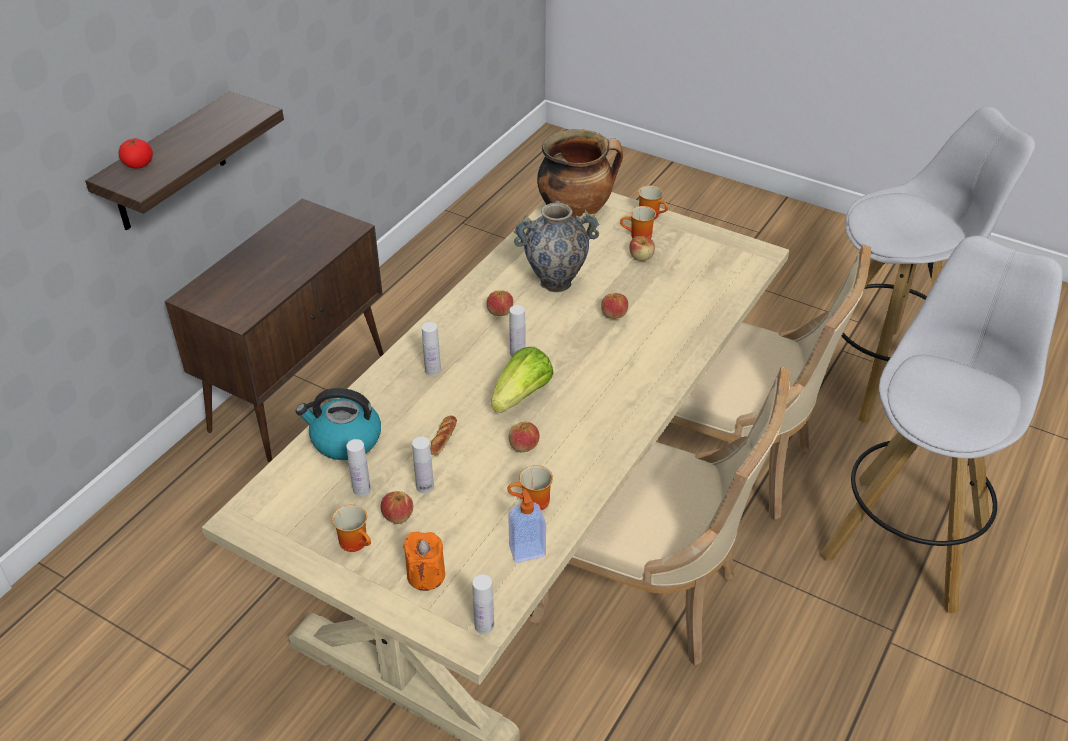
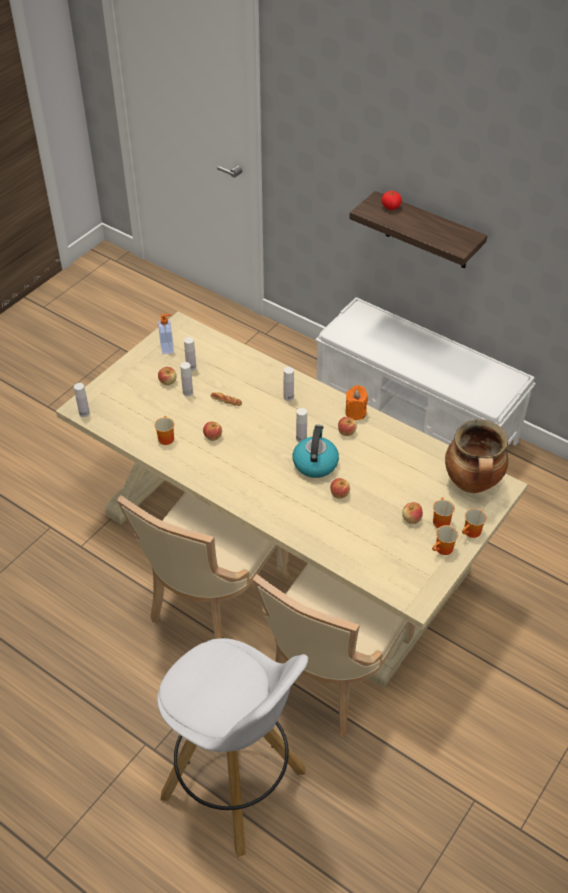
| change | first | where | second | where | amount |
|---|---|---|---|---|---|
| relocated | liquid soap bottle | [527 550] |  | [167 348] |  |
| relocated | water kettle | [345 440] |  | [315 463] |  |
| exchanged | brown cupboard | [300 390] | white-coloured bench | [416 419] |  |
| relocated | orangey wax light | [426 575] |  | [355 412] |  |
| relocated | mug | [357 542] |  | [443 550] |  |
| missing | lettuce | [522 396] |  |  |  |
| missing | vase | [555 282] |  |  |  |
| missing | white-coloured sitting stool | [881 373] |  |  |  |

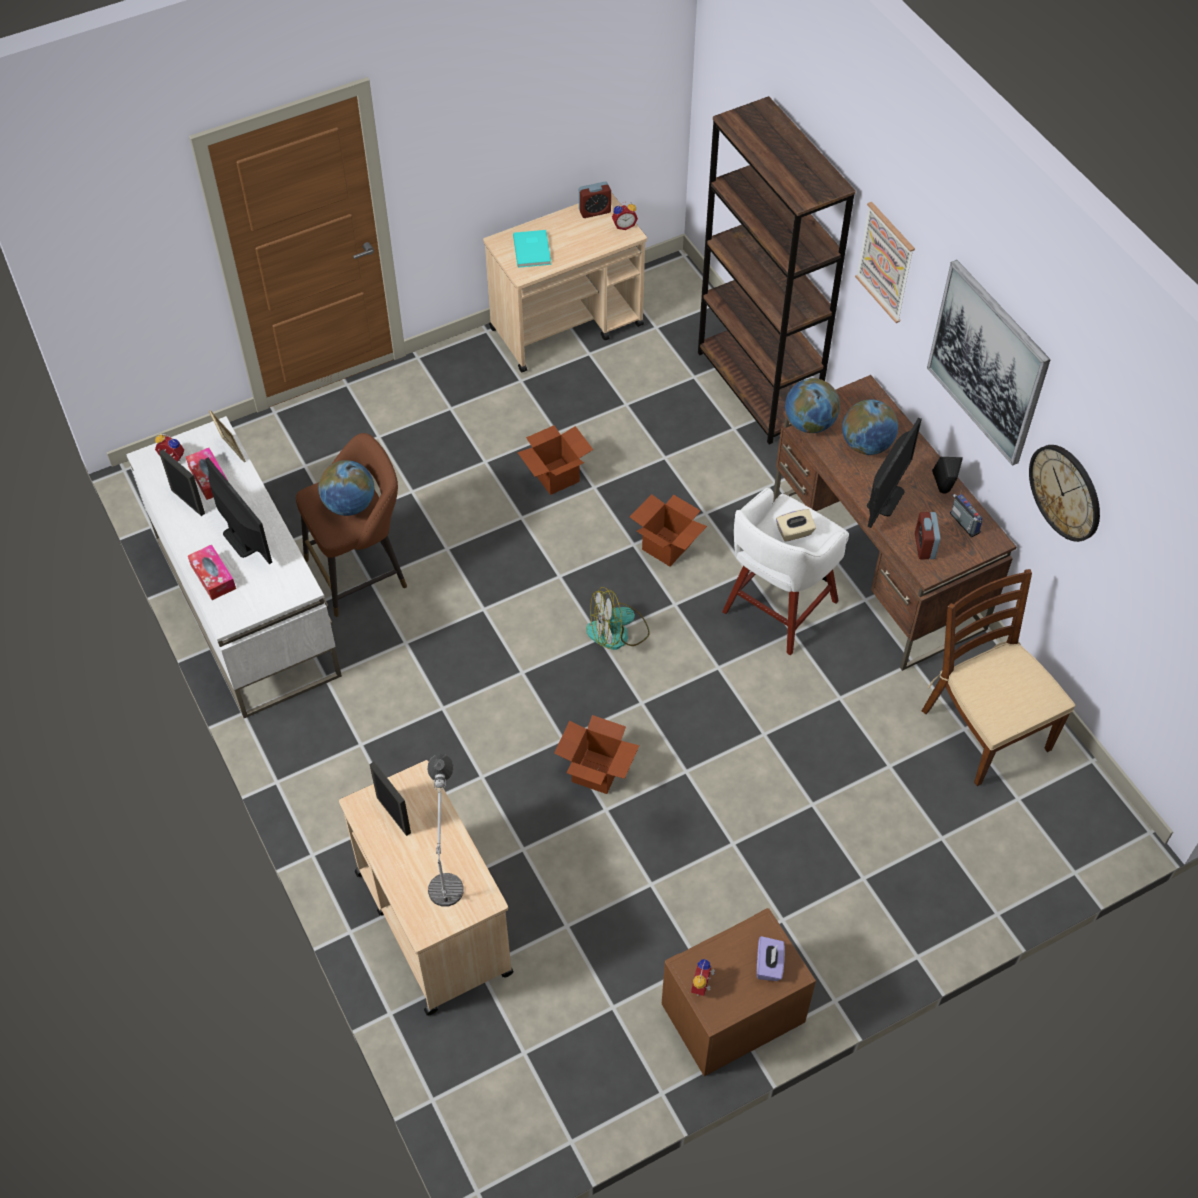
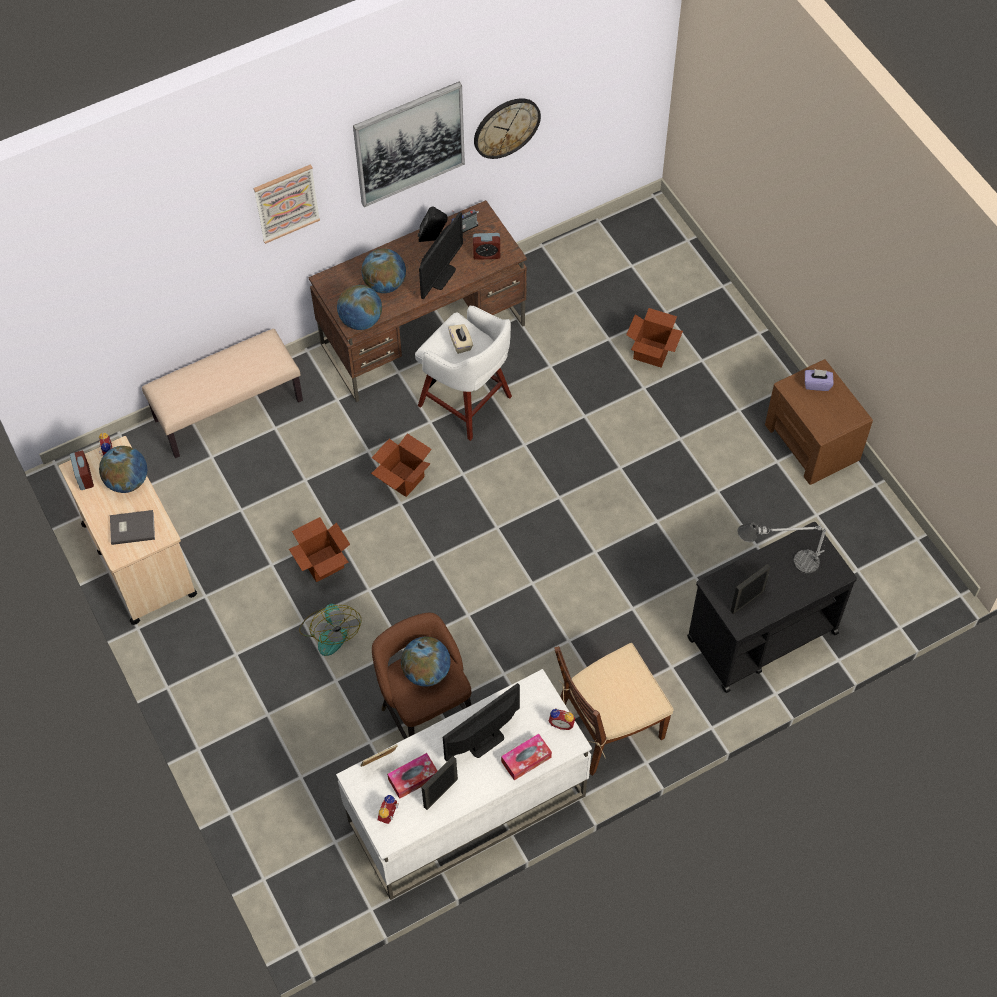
| change | first | where | second | where | amount |
|---|---|---|---|---|---|
| appeared |  |  | globe | [127 481] |  |
| colour | blue-green volume | [533 249] | gray volume | [132 527] |  |
| exchanged | brown shelving unit | [757 388] | sand-coloured bench | [228 409] |  |
| relocated | cooling fan | [617 632] |  | [330 631] |  |
| spun | monitor | [885 498] |  | [440 275] | 90 degrees clockwise |
| relocated | bedside clock | [702 986] |  | [562 723] |  |
| relocated | brown plain chair | [984 729] |  | [608 726] |  |
| relocated | packing box | [596 771] |  | [651 352] |  |
| colour | sand-coloured trolley | [433 921] | black-coloured trolley | [761 635] |  |

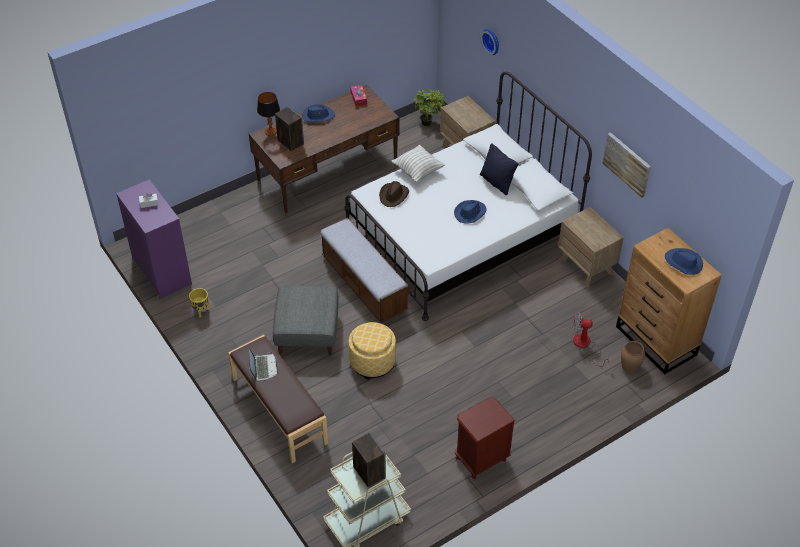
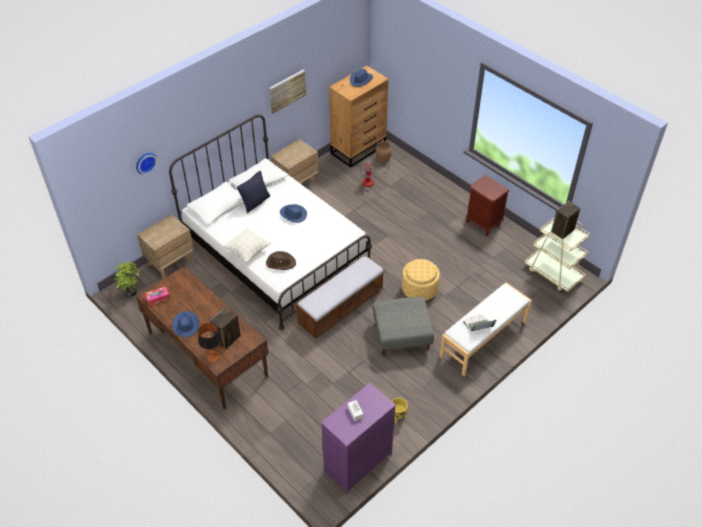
| change | first | where | second | where | amount |
|---|---|---|---|---|---|
| colour | brown bench | [278 411] | white-coloured bench | [484 339] |  |

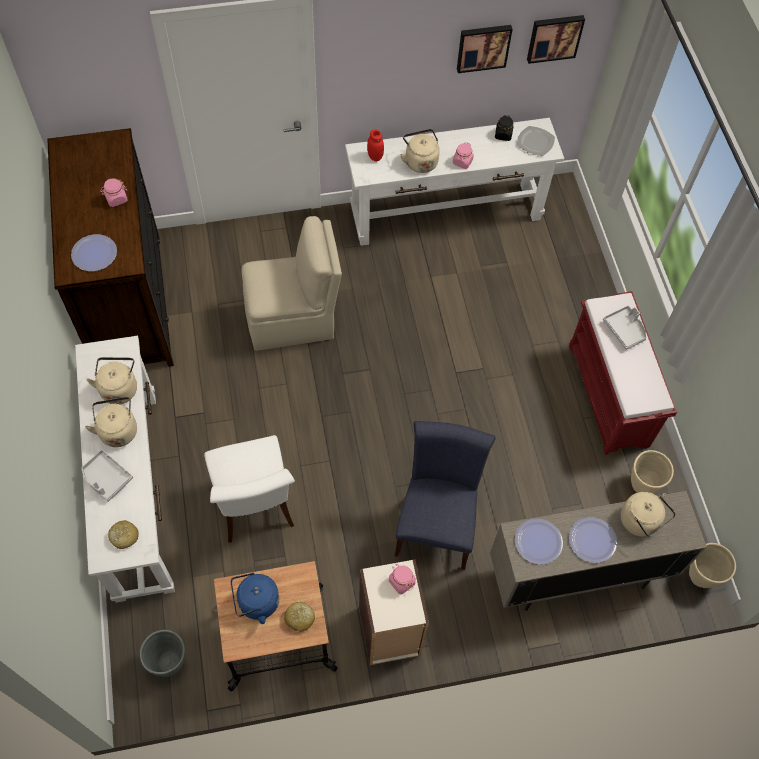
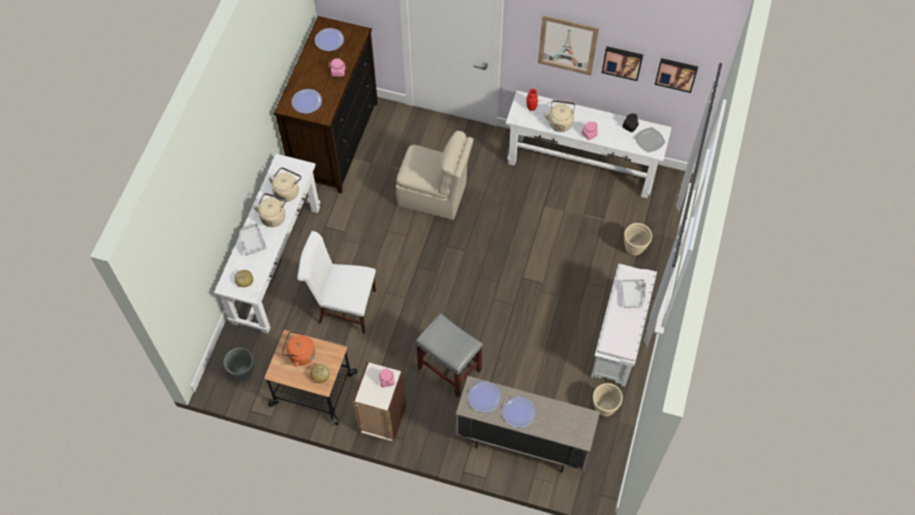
| change | first | where | second | where | amount |
|---|---|---|---|---|---|
| colour | blue water kettle | [256 603] | orangey water kettle | [300 354] |  |
| spun | white-coloured plain chair | [255 508] |  | [343 306] | 90 degrees clockwise |
| appeared |  |  | flat dish | [329 40] |  |
| exchanged | blue plain chair | [436 525] | gray sitting stool | [450 369] |  |
| appeared |  |  | wall picture | [567 45] |  |
| colour | reddish bench | [609 396] | white-coloured bench | [618 340] |  |
| relocated | sand-coloured flower pot | [701 576] |  | [634 249] |  |
| missing | sand-coloured water kettle | [641 522] |  |  |  |

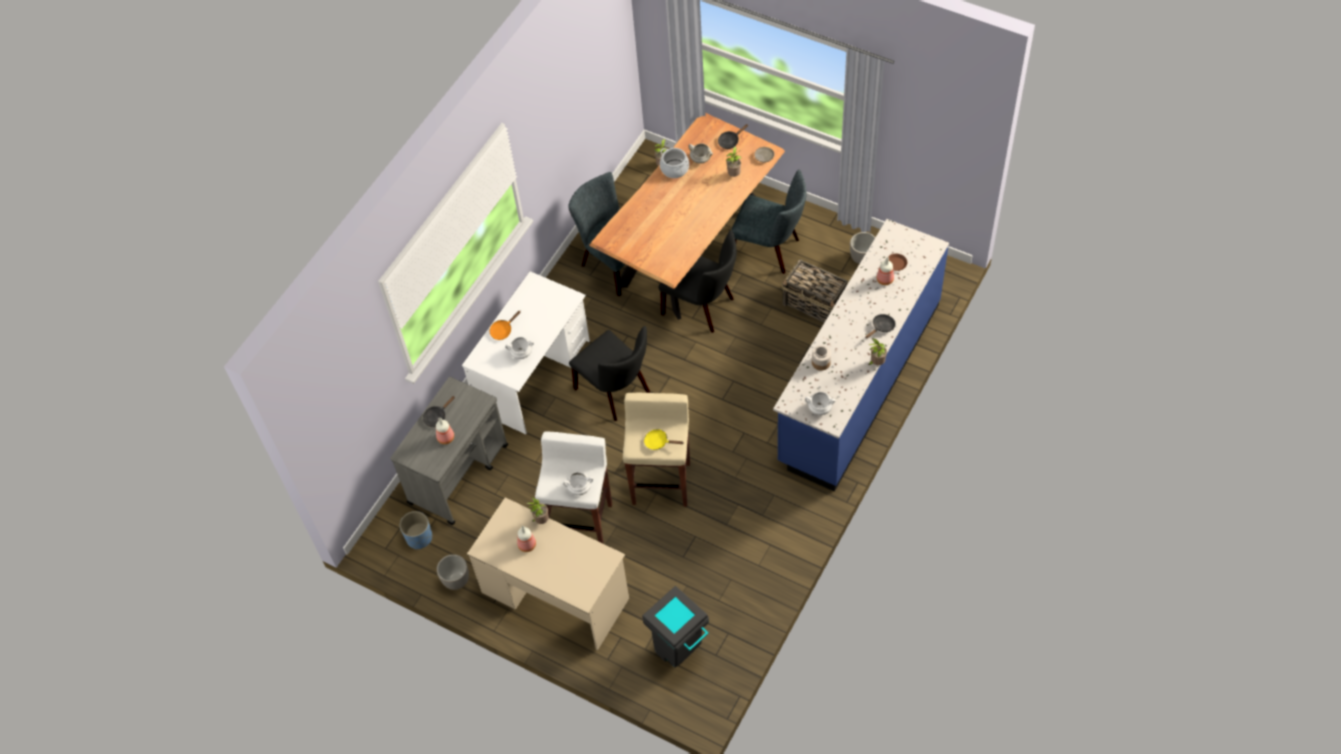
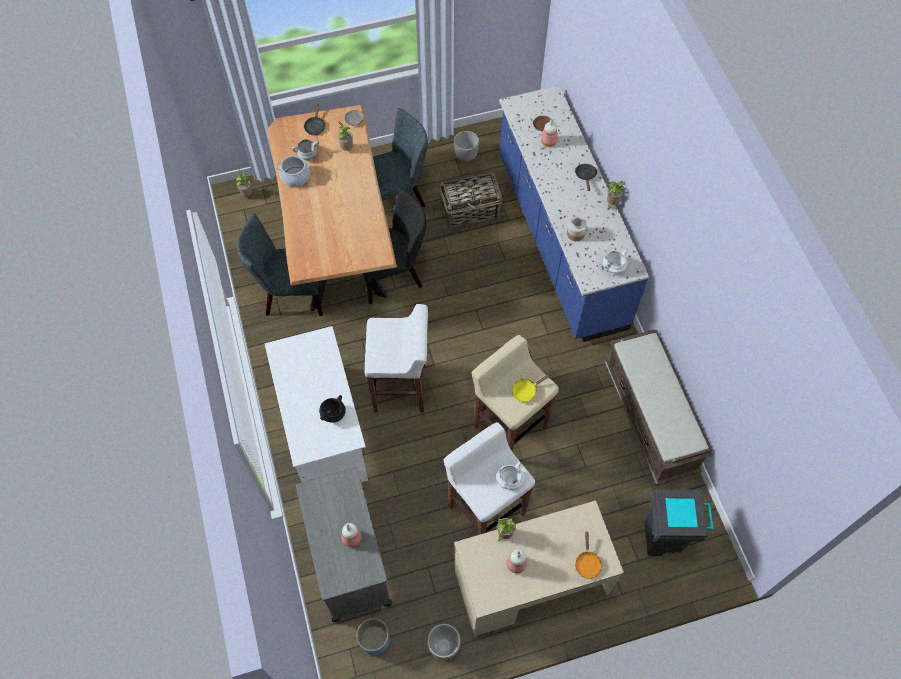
| change | first | where | second | where | amount |
|---|---|---|---|---|---|
| colour | white-coloured saucepot | [521 353] | black-coloured saucepot | [333 414] |  |
| exchanged | black-coloured plain chair | [616 392] | white-coloured sitting stool | [401 388] |  |
| relocated | orangey pan | [503 330] |  | [587 563] |  |
| appeared |  |  | brown bench | [650 419] |  |
| missing | black-coloured pan | [437 417] |  |  |  |

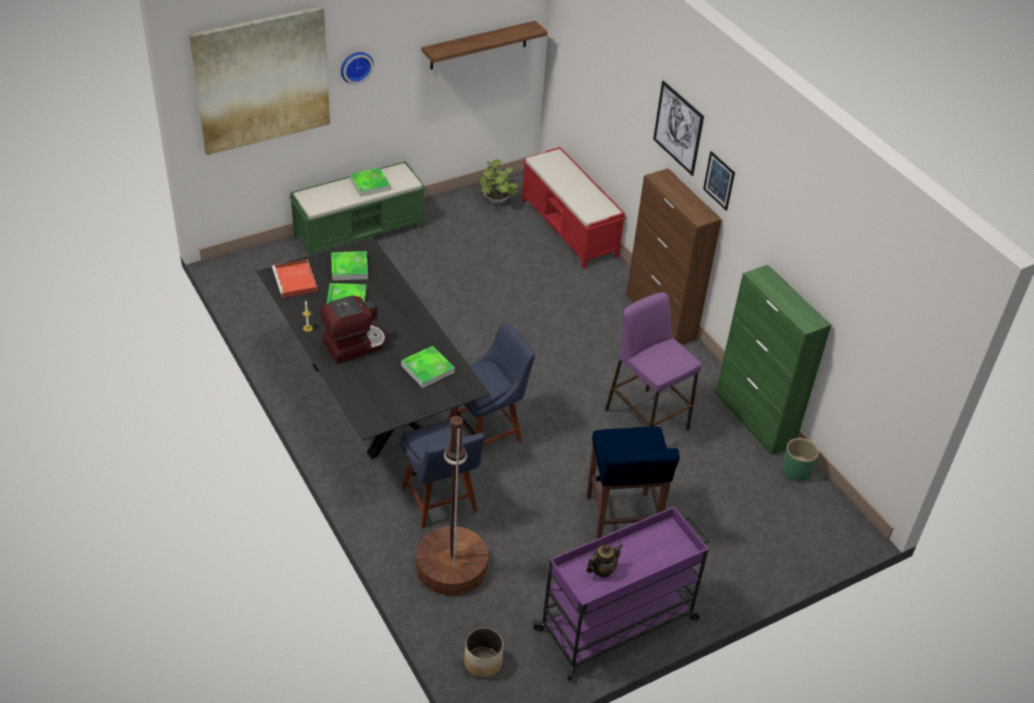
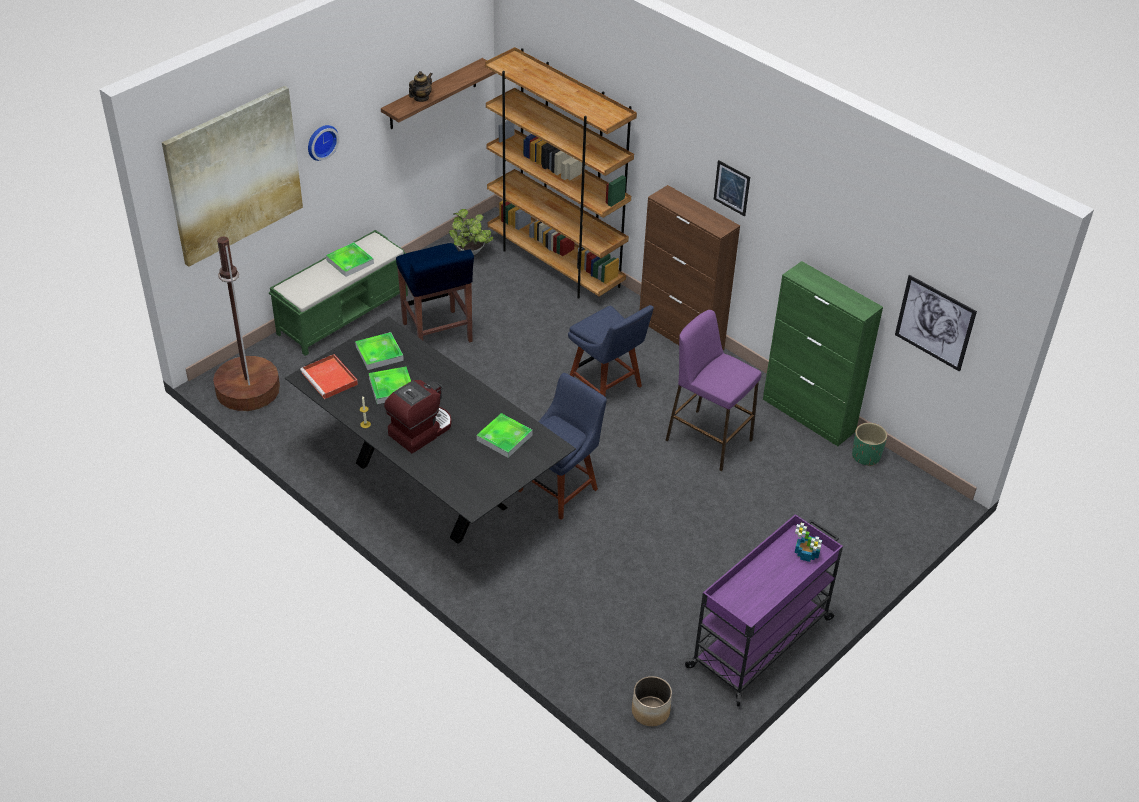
| change | first | where | second | where | amount |
|---|---|---|---|---|---|
| relocated | brown standard lamp | [451 566] |  | [247 389] |  |
| relocated | blue sitting stool | [621 518] |  | [437 333] |  |
| relocated | pot for tea | [602 570] |  | [421 98] |  |
| exchanged | reddish bench | [569 228] | brown shelving unit | [555 265] |  |
| relocated | blue plain chair | [441 502] |  | [607 386] |  |
| appeared |  |  | potted plant | [807 554] |  |
| relocated | wall picture | [678 128] |  | [935 323] |  |

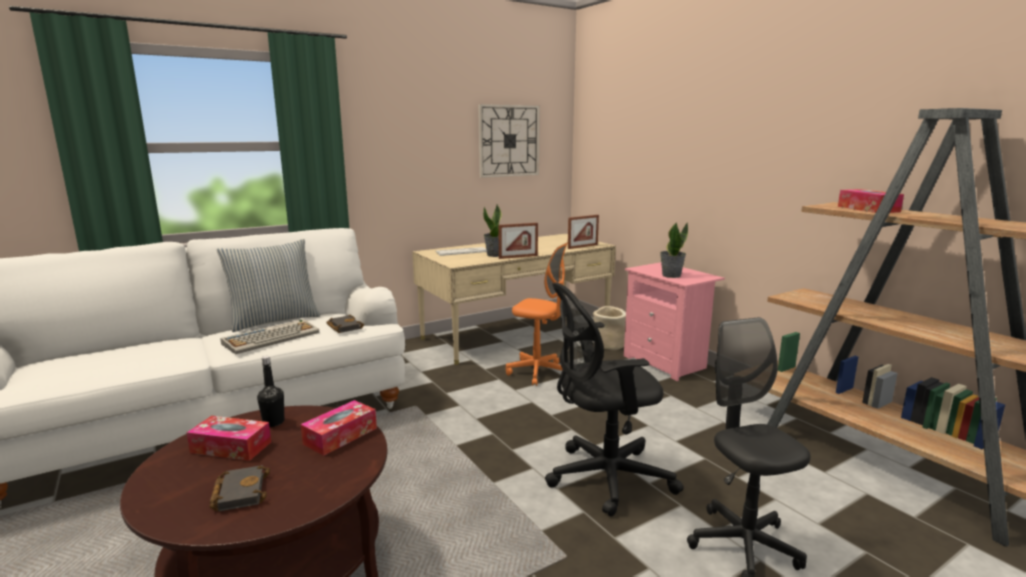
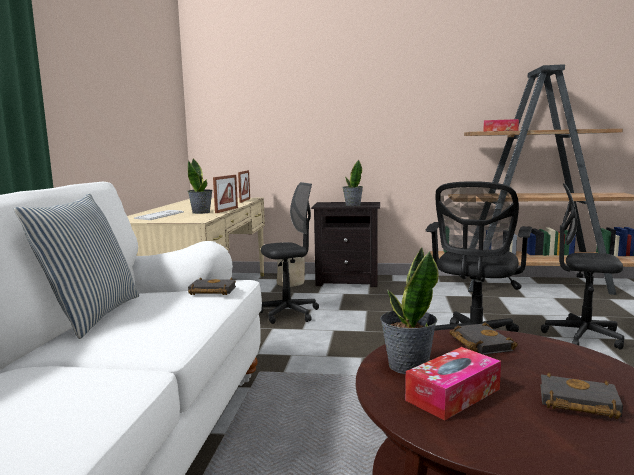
| change | first | where | second | where | amount |
|---|---|---|---|---|---|
| colour | orangey computer chair | [538 372] | black-coloured computer chair | [288 314] |  |
| colour | pinkish bedside table | [667 363] | black-coloured bedside table | [348 281] |  |
| exchanged | black-coloured beverage bottle | [273 422] | potted plant | [407 366] |  |
| exchanged | tissue holder | [340 436] | black-coloured volume | [479 343] |  |
| missing | keyboard | [272 338] |  |  |  |
| missing | hanging clock | [509 141] |  |  |  |

